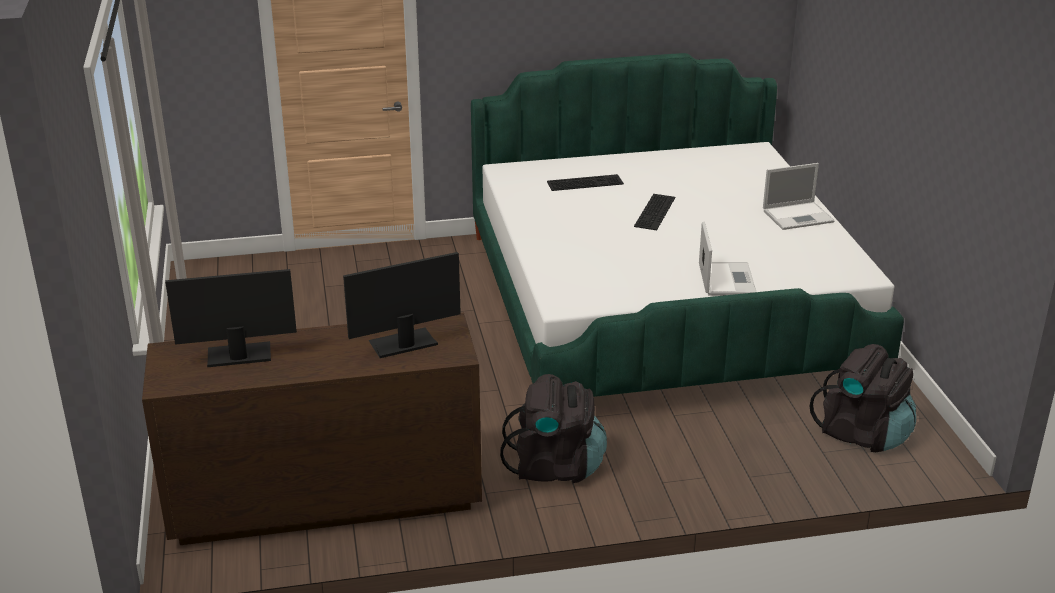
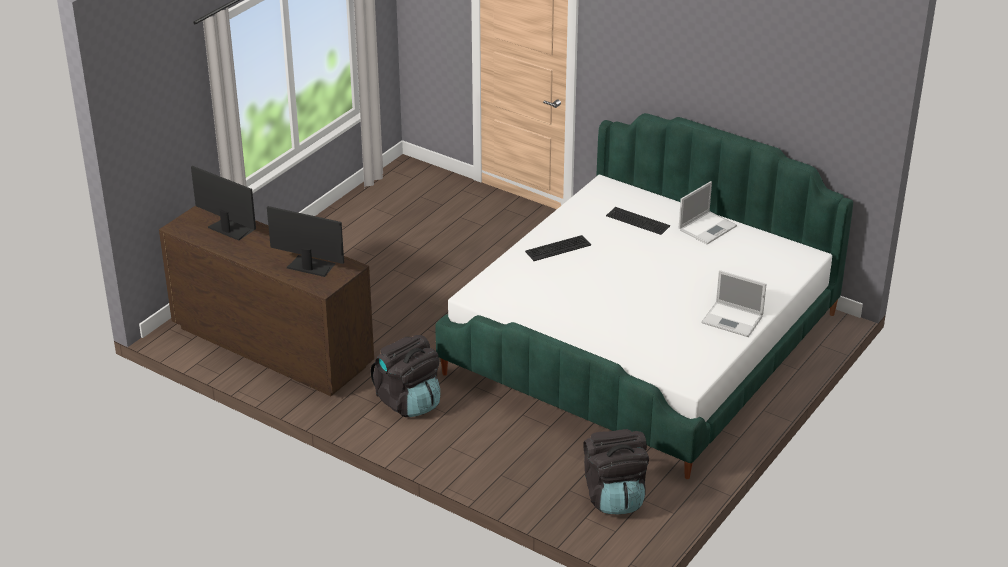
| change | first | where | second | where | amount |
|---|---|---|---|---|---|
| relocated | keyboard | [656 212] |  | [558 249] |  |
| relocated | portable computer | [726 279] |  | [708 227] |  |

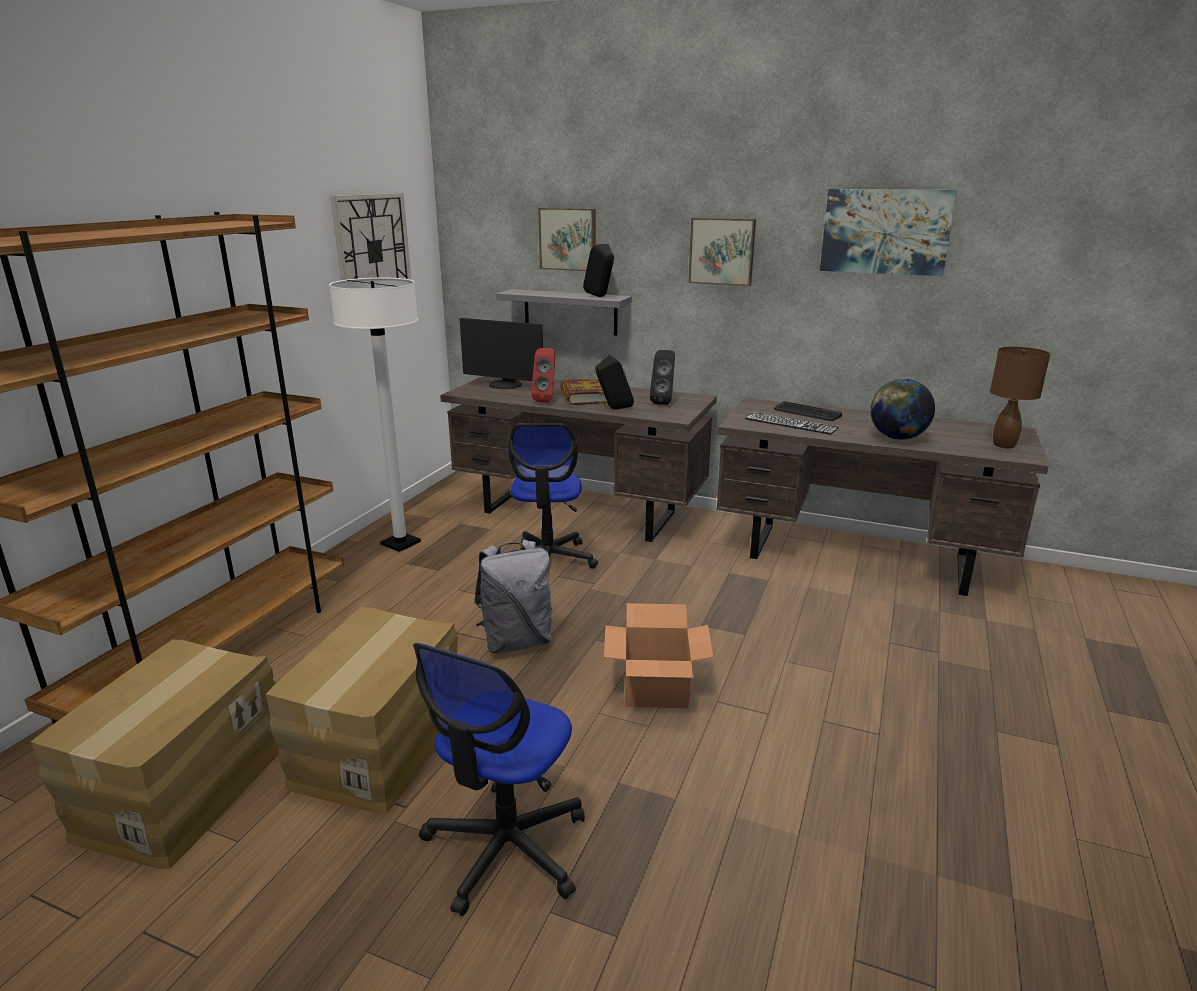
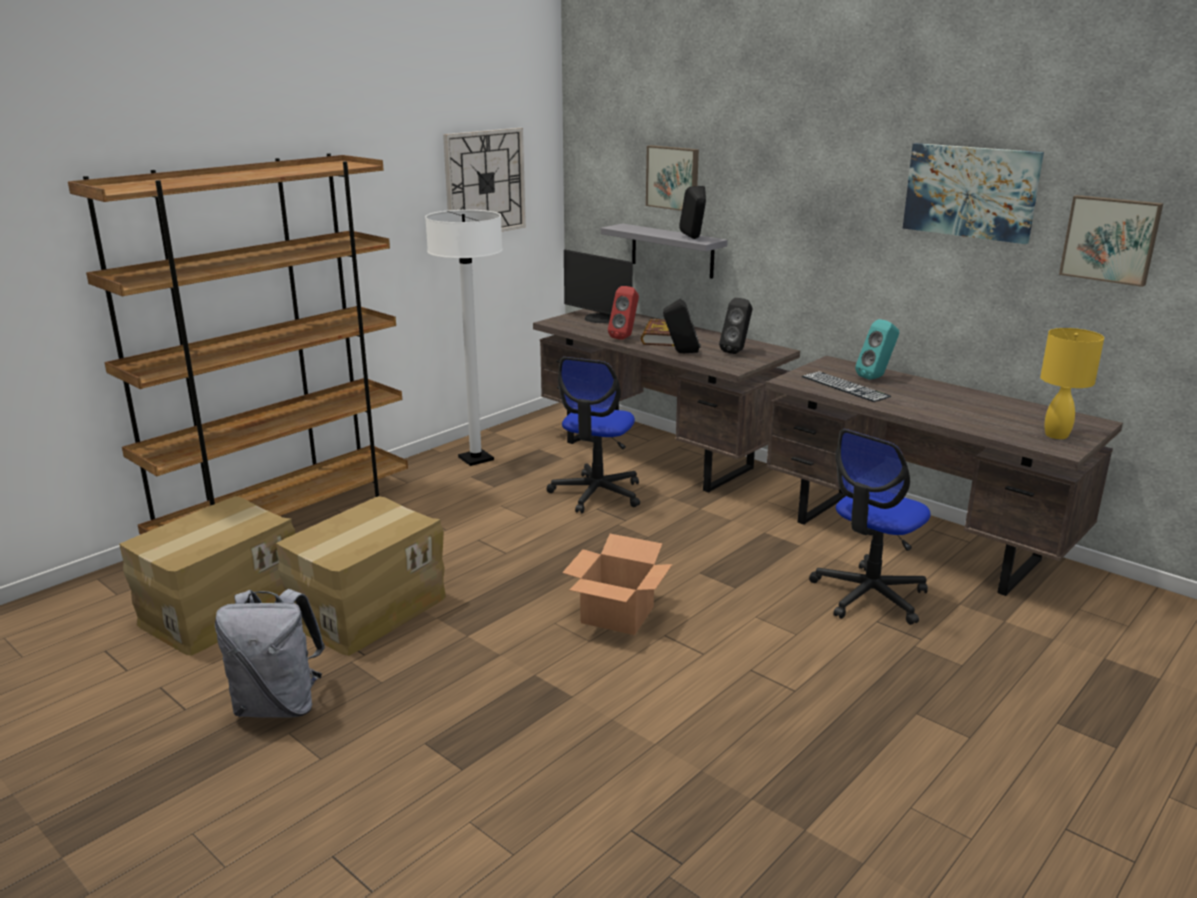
| change | first | where | second | where | amount |
|---|---|---|---|---|---|
| relocated | gray knapsack | [516 641] |  | [279 705] |  |
| relocated | computer chair | [505 848] |  | [869 596] |  |
| exchanged | keyboard | [807 412] | blue-green audio speaker | [876 377] |  |
| colour | brown tabletop lamp | [1003 445] | yellow-coloured tabletop lamp | [1056 435] |  |
| relocated | wall picture | [722 251] |  | [1110 239] |  |
| missing | globe | [897 438] |  |  |  |

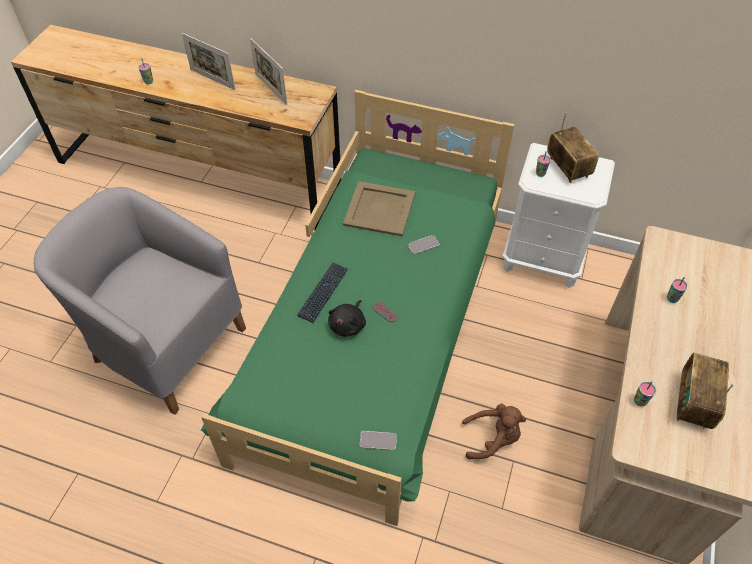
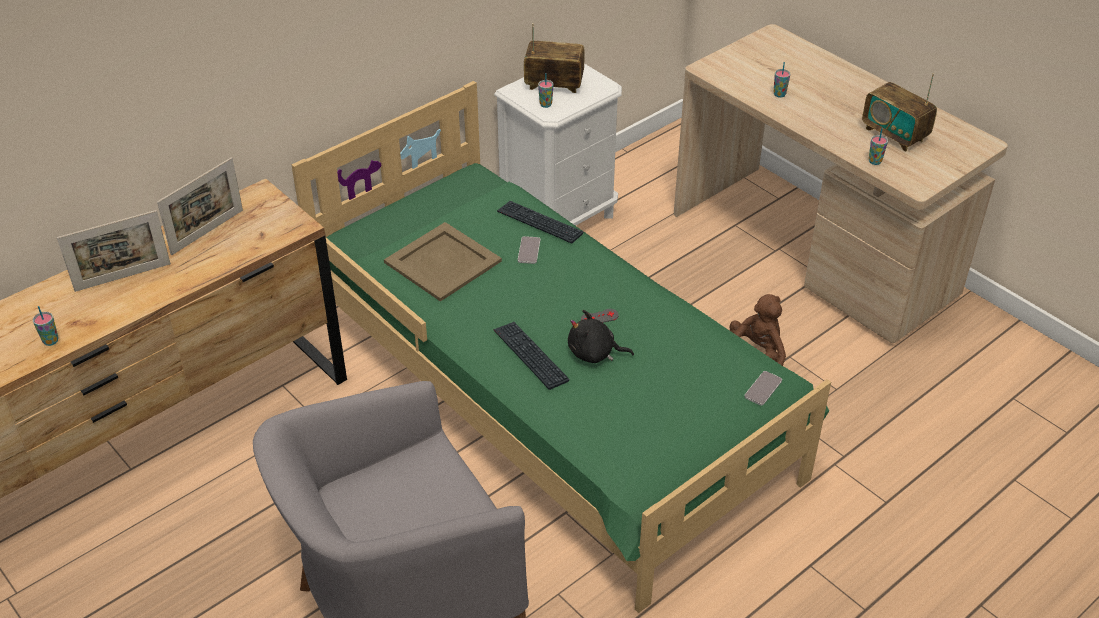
| change | first | where | second | where | amount |
|---|---|---|---|---|---|
| spun | photo frame | [271 89] |  | [207 232] | 45 degrees counterclockwise |
| appeared |  |  | keyboard | [539 223] |  |
| spun | black-coloured soft toy | [348 325] |  | [594 353] | 135 degrees clockwise |

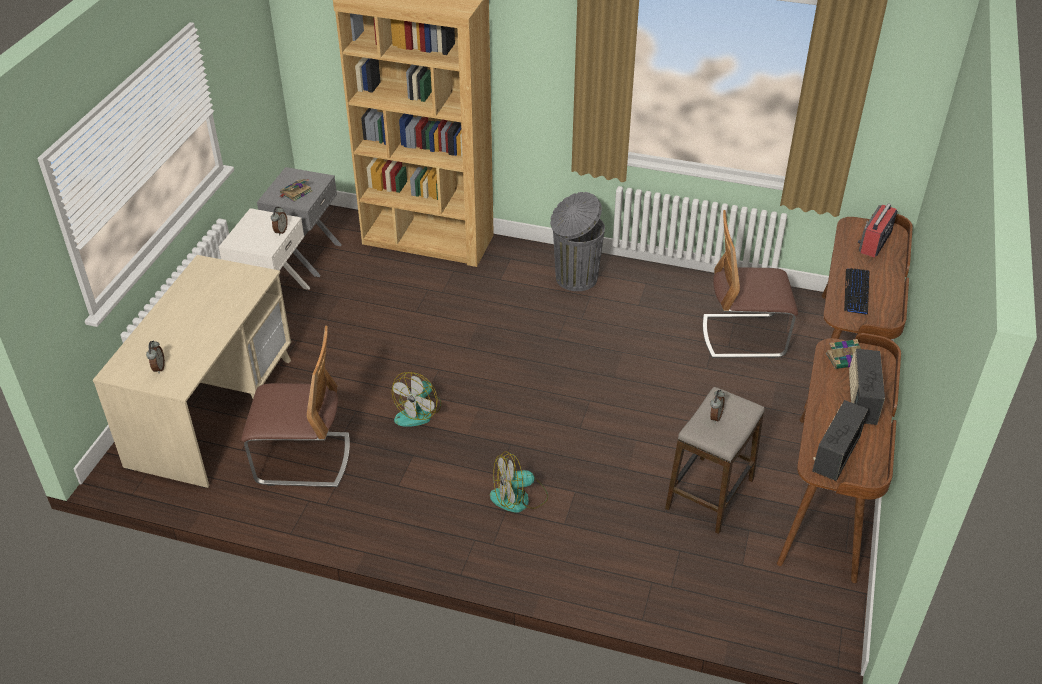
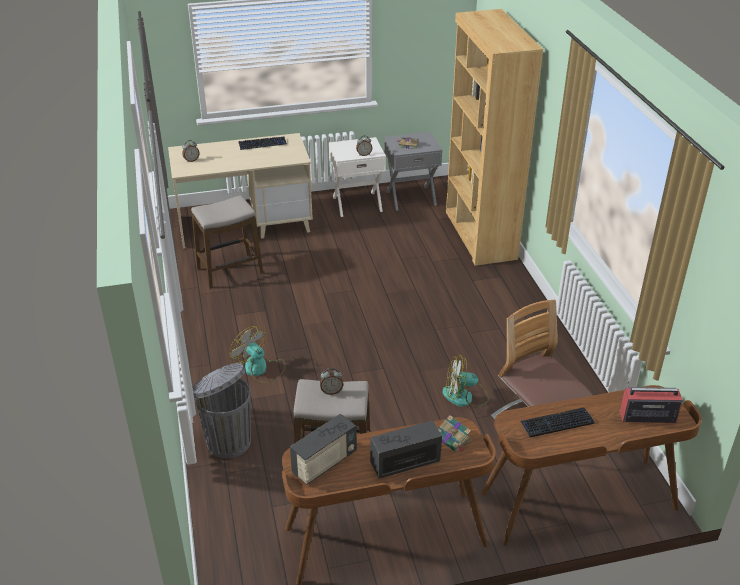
| change | first | where | second | where | amount |
|---|---|---|---|---|---|
| exchanged | plain chair | [303 459] | sitting stool | [230 271] |  |
| relocated | gray rubbish bin | [575 278] |  | [227 441] |  |
| appeared |  |  | keyboard | [262 144] |  |
| spun | radio receiver | [835 454] |  | [324 463] | 135 degrees clockwise |
| relocated | cooling fan | [419 412] |  | [465 396] |  |

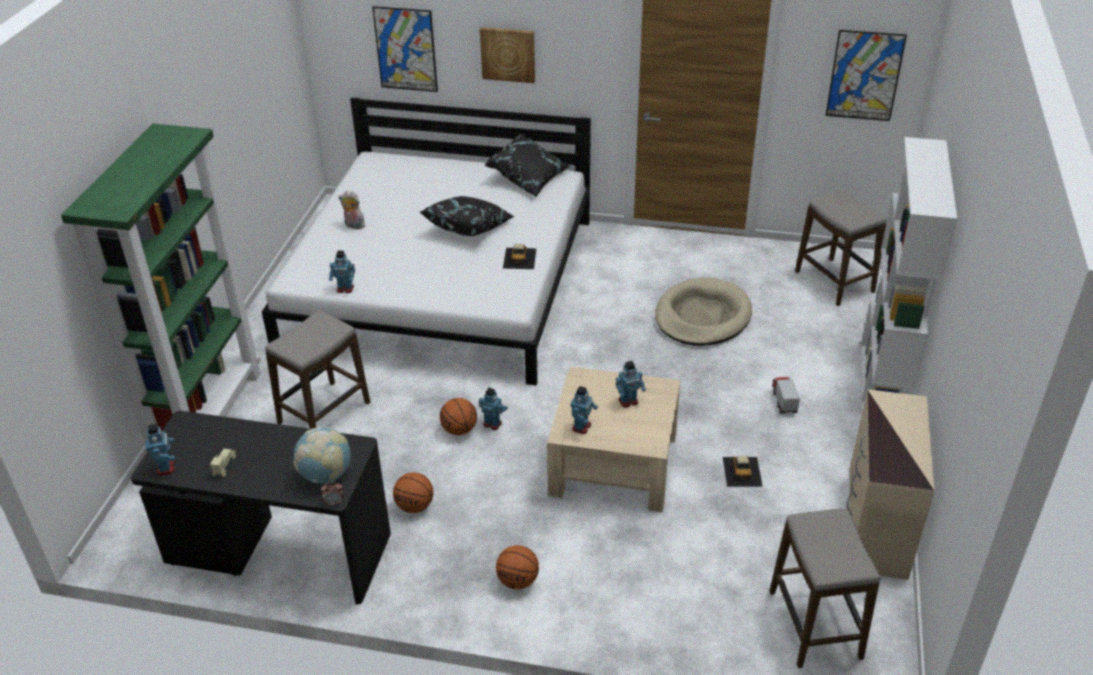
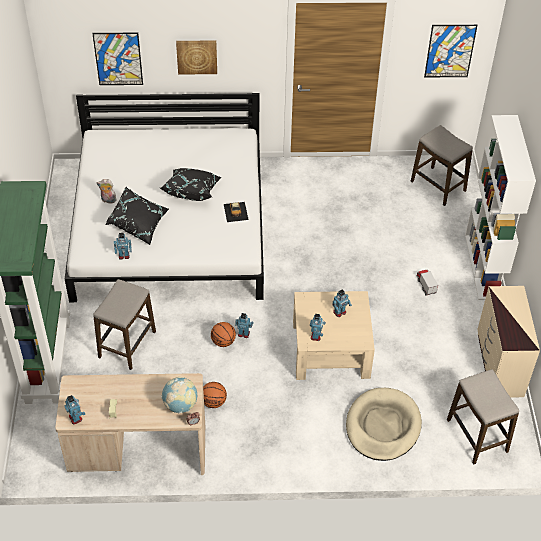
| change | first | where | second | where | amount |
|---|---|---|---|---|---|
| colour | black-coloured desk unit | [278 552] | sand-coloured desk unit | [137 450] |  |
| relocated | black-coloured cushion | [528 178] |  | [138 224] |  |
| relocated | sand-coloured dog bed | [702 316] |  | [382 426] |  |
| missing | ball for basketball | [517 581] |  |  |  |
| missing | model car | [742 471] |  |  |  |

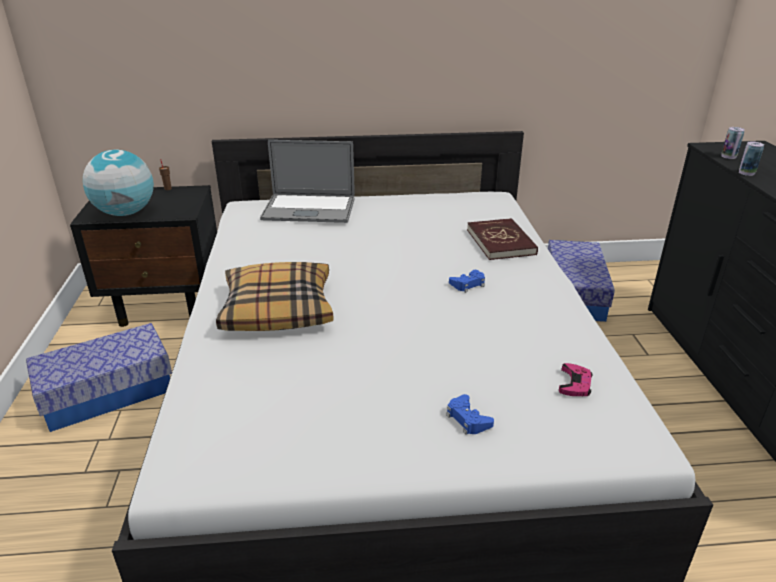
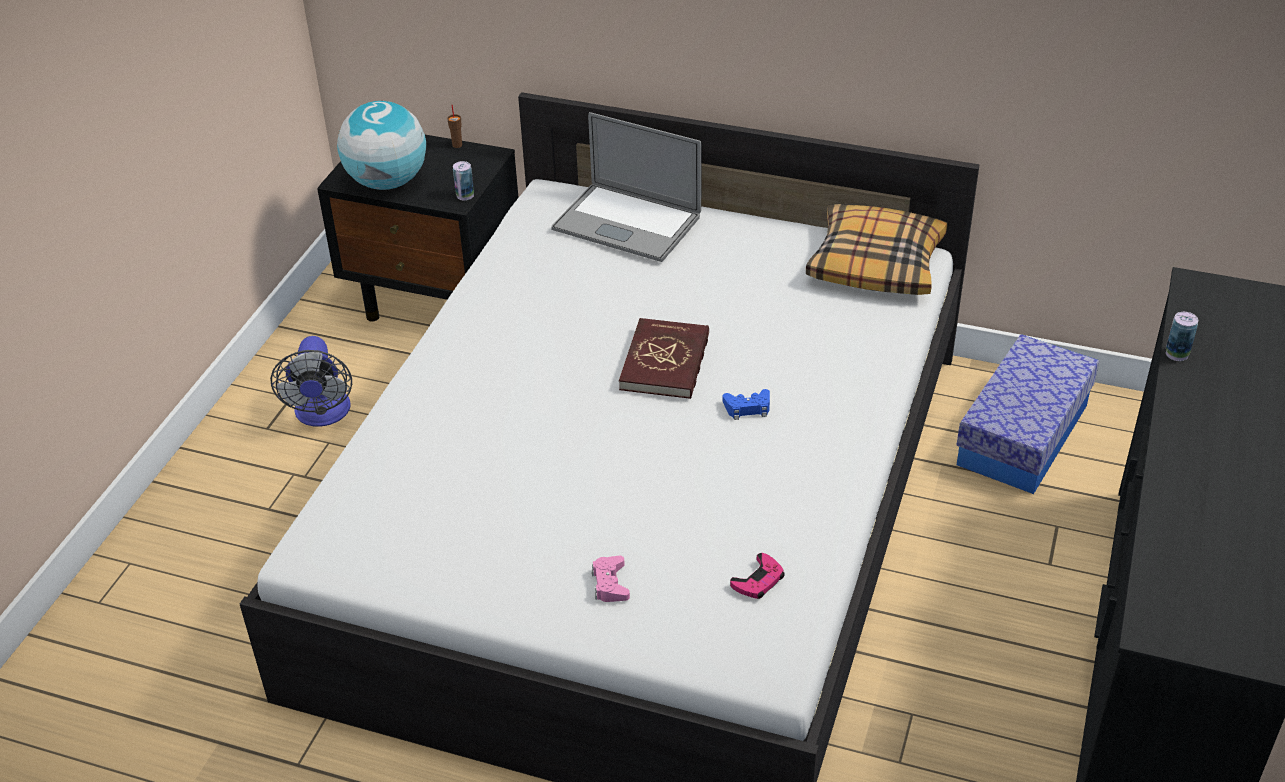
| change | first | where | second | where | amount |
|---|---|---|---|---|---|
| exchanged | storage box | [108 392] | cooling fan | [322 415] |  |
| relocated | can | [728 156] |  | [465 195] |  |
| colour | blue game controller | [467 419] | pinkish game controller | [610 584] |  |
| relocated | reddish volume | [501 242] |  | [665 362] |  |
| relocated | cushion | [278 308] |  | [876 263] |  |

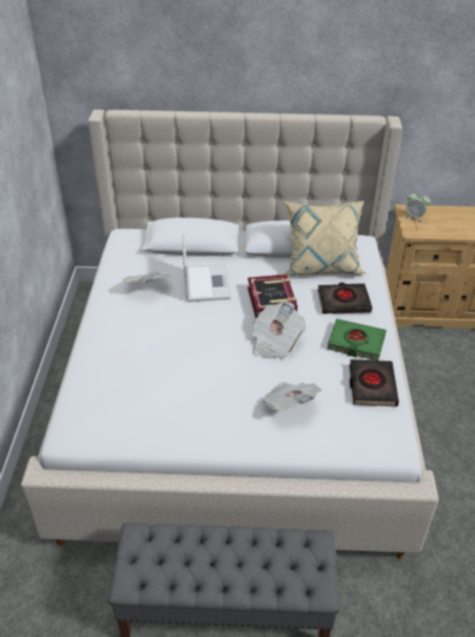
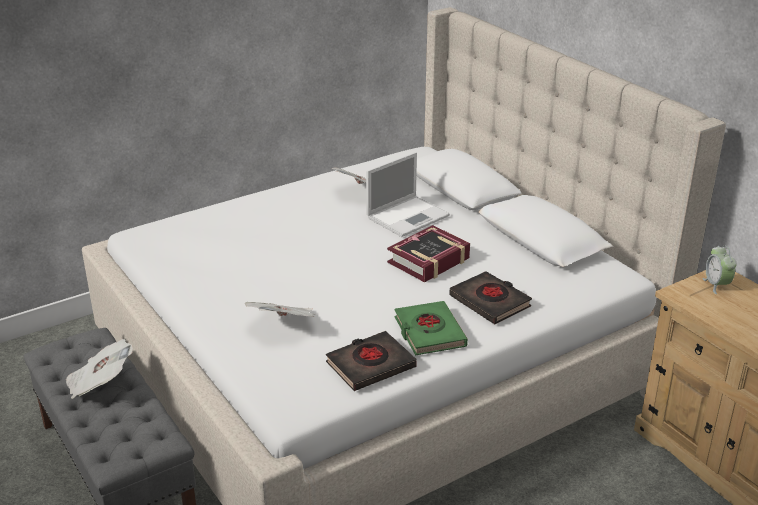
| change | first | where | second | where | amount |
|---|---|---|---|---|---|
| relocated | daily paper | [275 342] |  | [100 383] |  |
| missing | sand-coloured cushion | [321 265] |  |  |  |

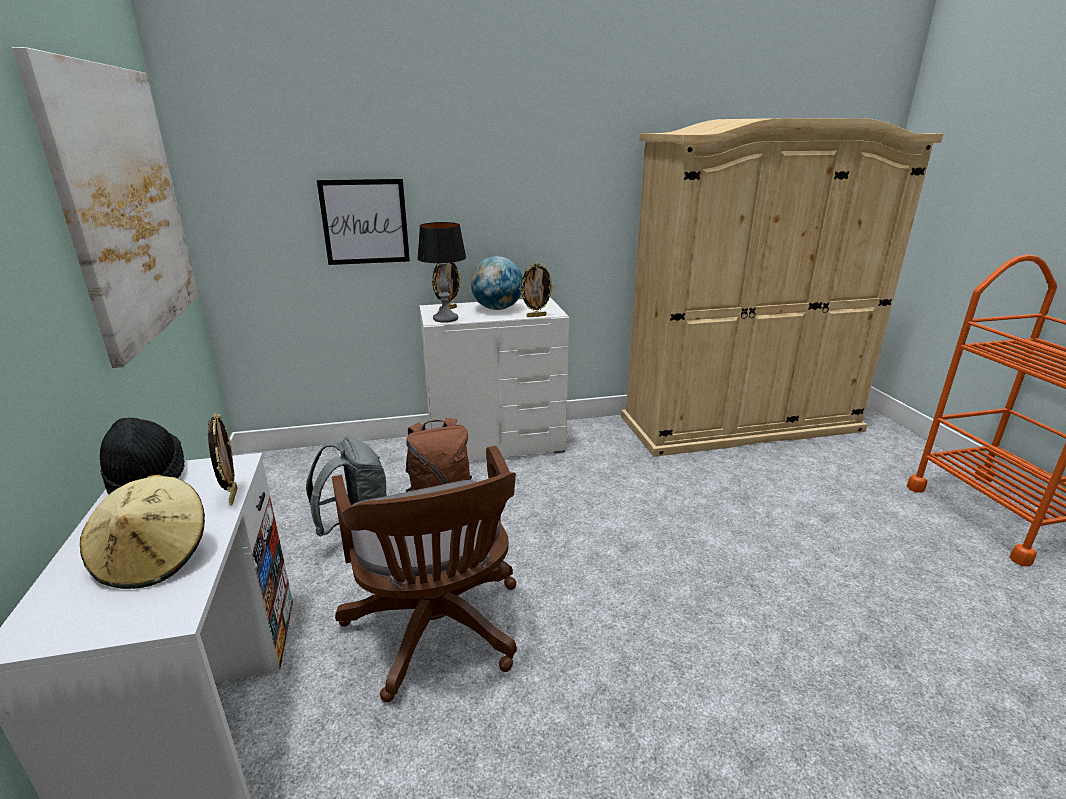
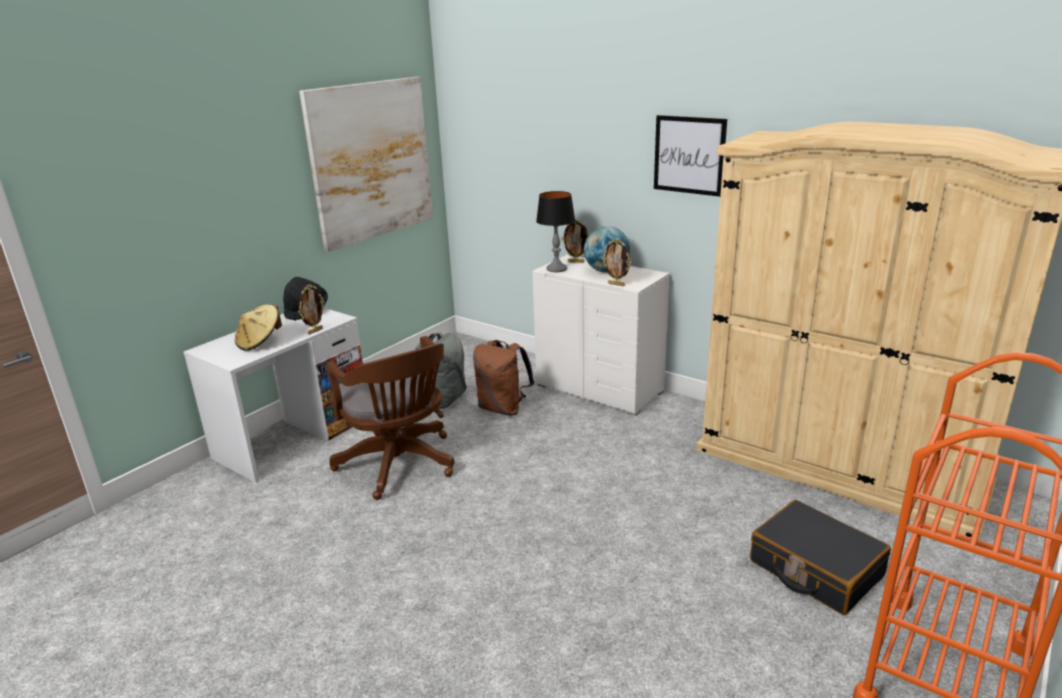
| change | first | where | second | where | amount |
|---|---|---|---|---|---|
| spun | brown computer chair | [438 633] |  | [400 466] | 60 degrees counterclockwise |
| relocated | wall picture | [365 222] |  | [689 155] |  |
| appeared |  |  | black-coloured suitcase | [815 569] |  |

